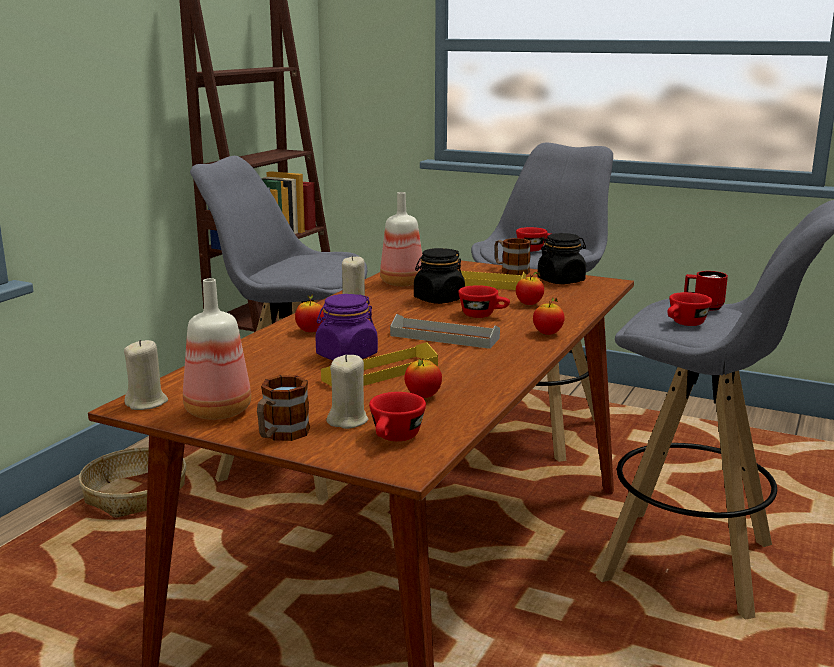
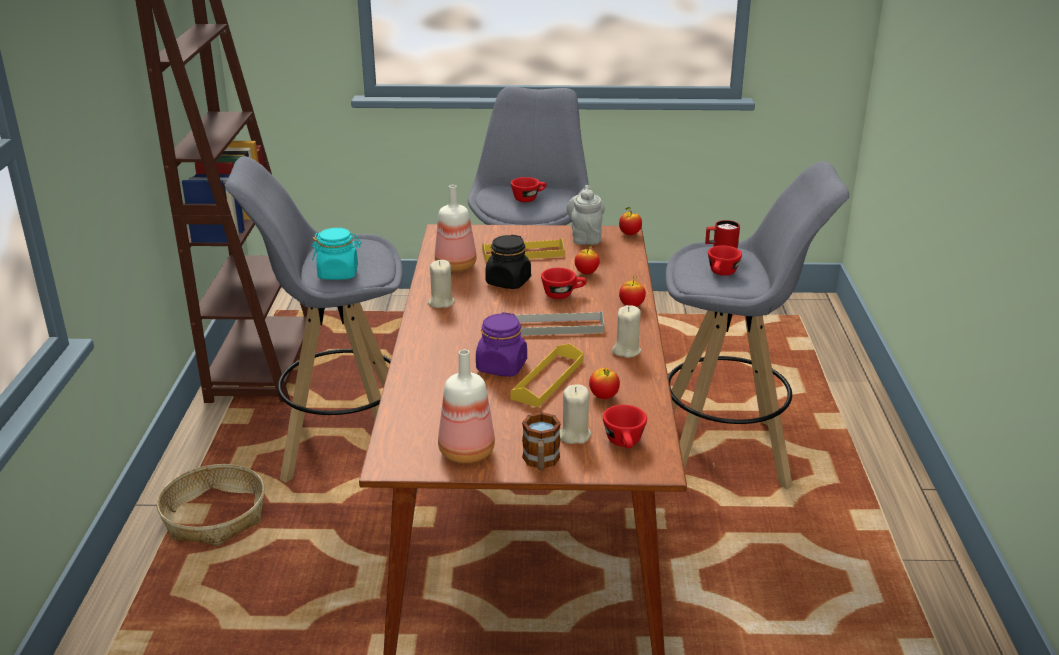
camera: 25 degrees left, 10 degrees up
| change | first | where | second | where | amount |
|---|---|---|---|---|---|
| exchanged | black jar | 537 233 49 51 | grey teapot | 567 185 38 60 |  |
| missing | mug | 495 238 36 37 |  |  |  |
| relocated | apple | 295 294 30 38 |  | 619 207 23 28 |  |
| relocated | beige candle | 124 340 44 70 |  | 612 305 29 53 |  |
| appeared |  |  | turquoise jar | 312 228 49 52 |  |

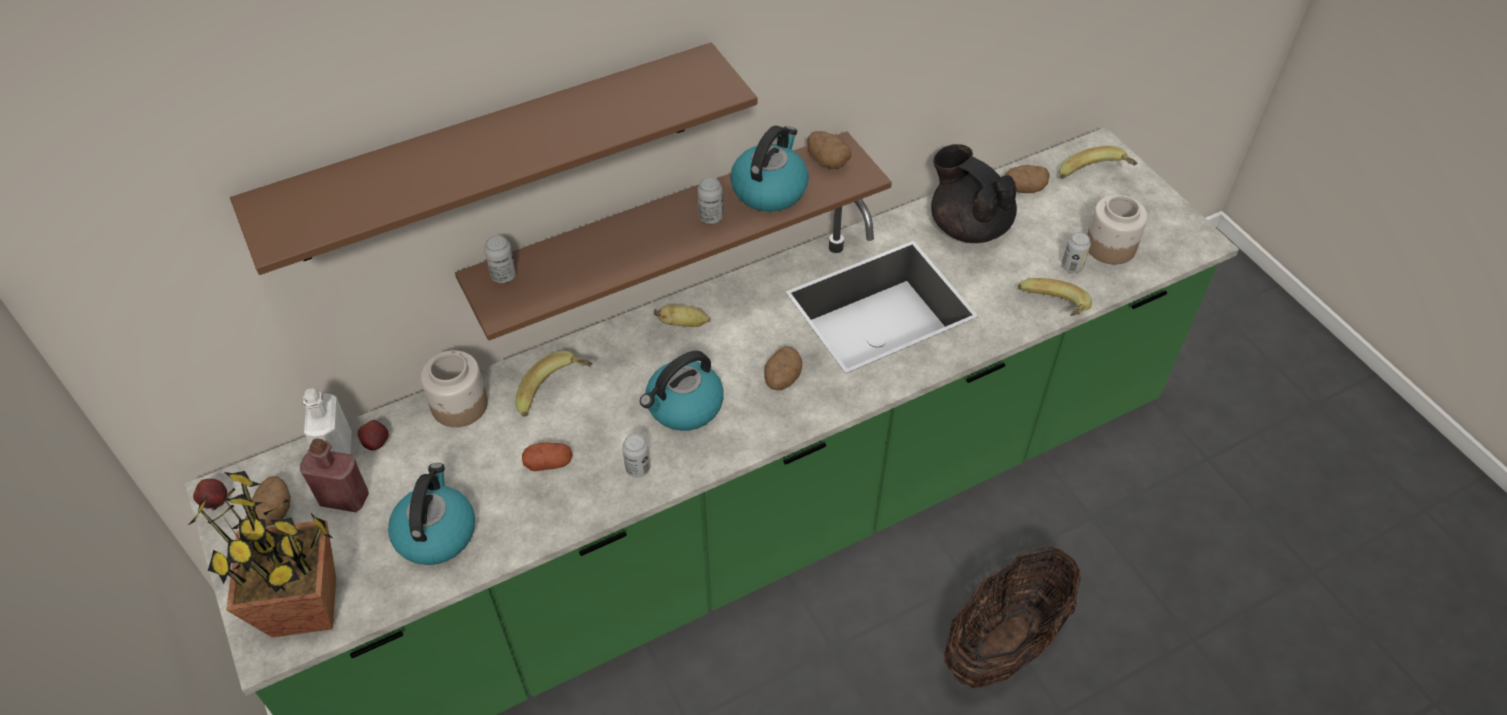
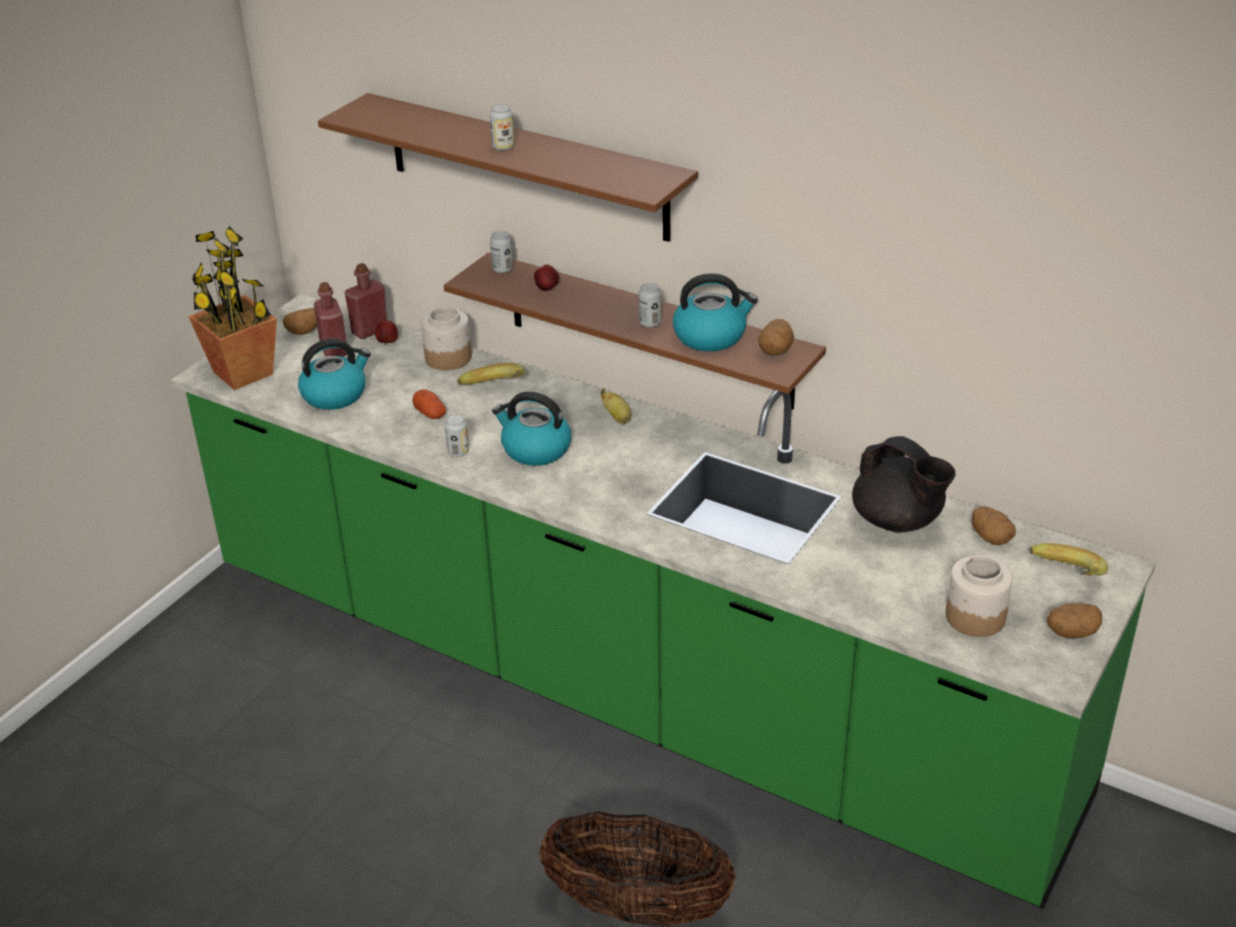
camera: 60 degrees right, 15 degrees down
| change | first | where | second | where | amount |
|---|---|---|---|---|---|
| spun | black teapot | 931 144 86 99 |  | 852 436 104 96 | 120 degrees clockwise |
| relocated | can | 1062 232 29 41 |  | 490 104 24 47 |  |
| missing | banana | 1018 278 74 38 |  |  |  |
| relocated | potato | 764 346 38 44 |  | 1046 603 56 35 |  |
| colour | white bottle | 303 388 49 66 | red bottle | 345 263 42 76 |  |
| relocated | apple | 193 479 34 30 |  | 534 264 25 27 |  |

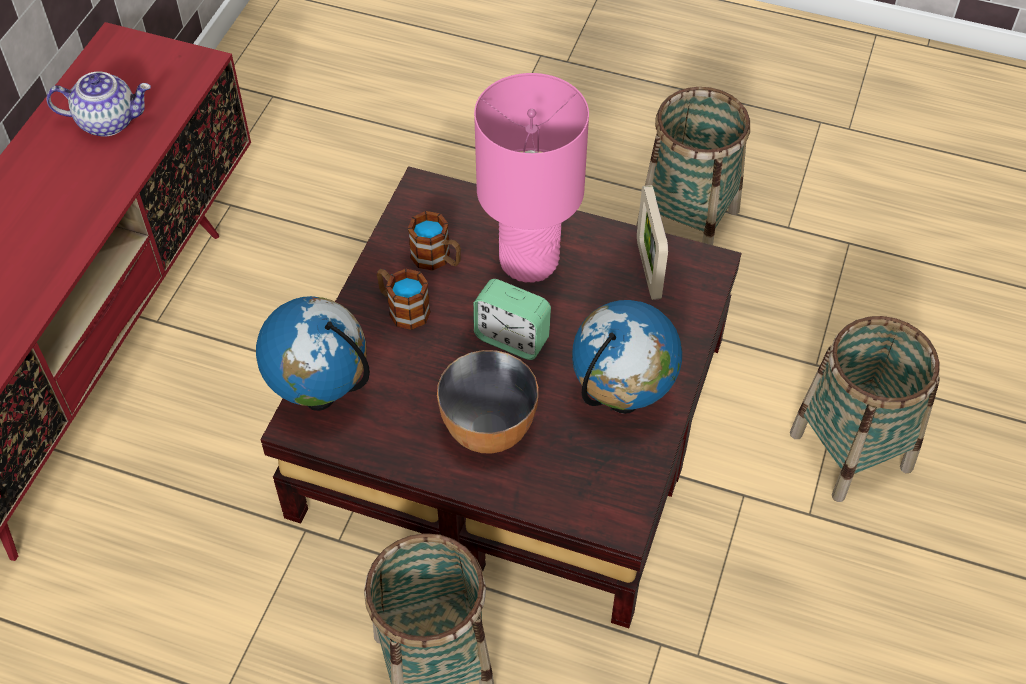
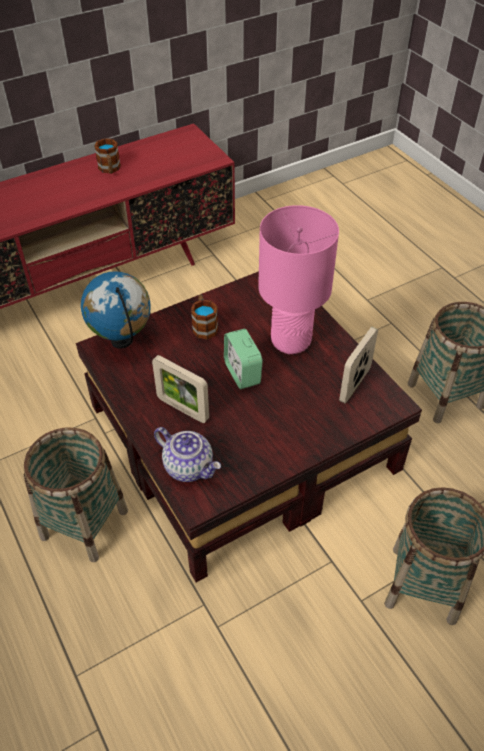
camera: 40 degrees right, 5 degrees down
| change | first | where | second | where | amount |
|---|---|---|---|---|---|
| relocated | teapot | 47 71 104 66 |  | 154 427 67 55 |  |
| relocated | mug | 408 211 53 60 |  | 94 138 27 36 |  |
| missing | globe | 572 300 110 114 |  |  |  |
| exchanged | bowl | 437 350 101 104 | picture frame | 152 355 57 68 |  |

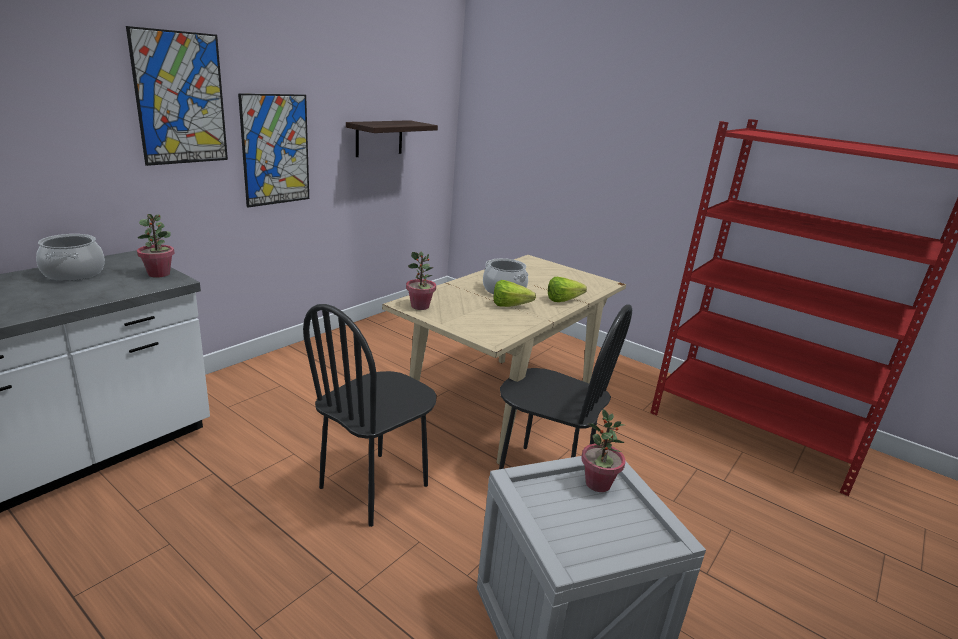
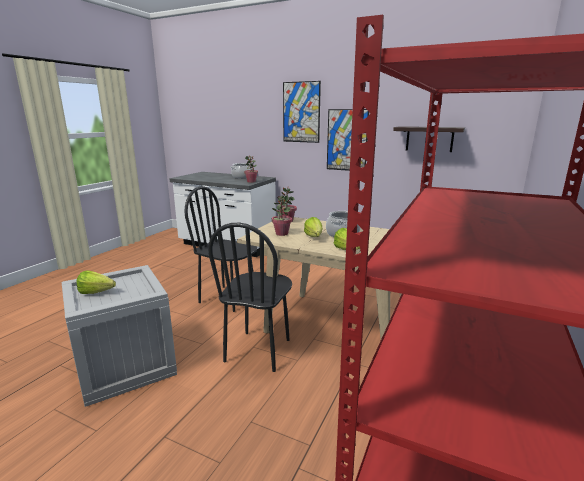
camera: 80 degrees right, 5 degrees down
| change | first | where | second | where | amount |
|---|---|---|---|---|---|
| relocated | potted plant | 581 409 44 83 |  | 272 195 20 41 |  |
| appeared |  |  | lettuce | 76 270 40 24 |  |

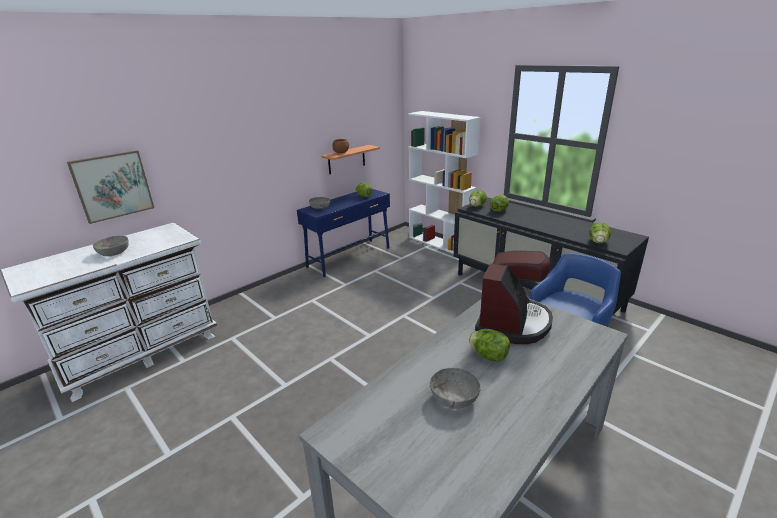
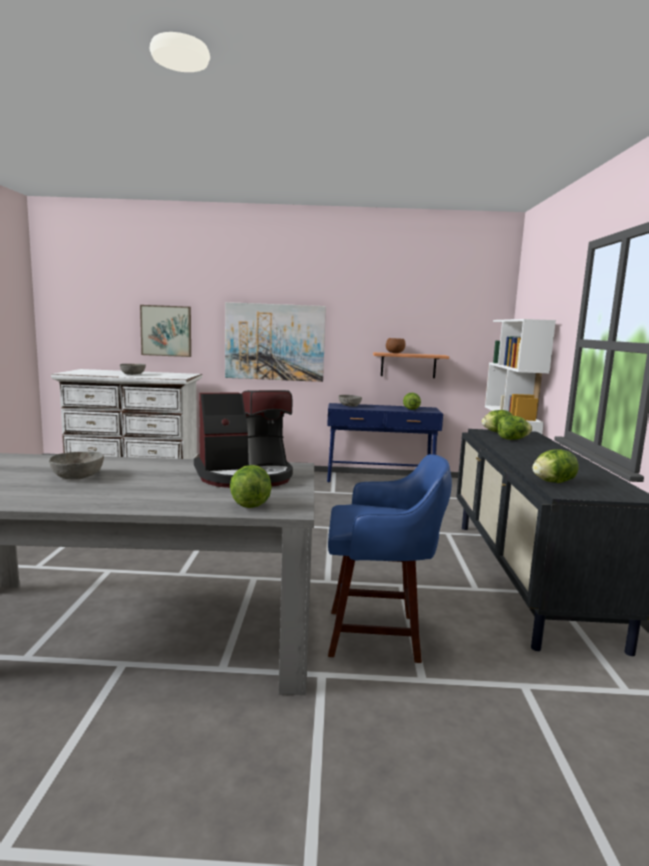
camera: 45 degrees right, 15 degrees down
| change | first | where | second | where | amount |
|---|---|---|---|---|---|
| relocated | lettuce | 469 329 41 33 |  | 230 465 42 43 |  |
| appeared |  |  | picture | 225 302 101 80 |  |

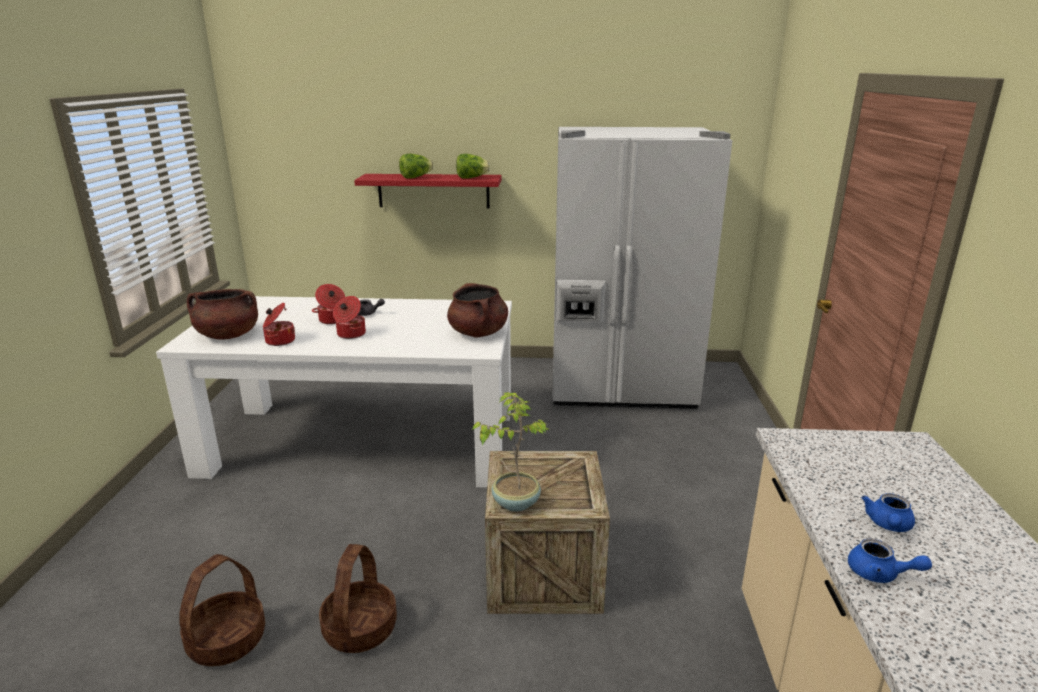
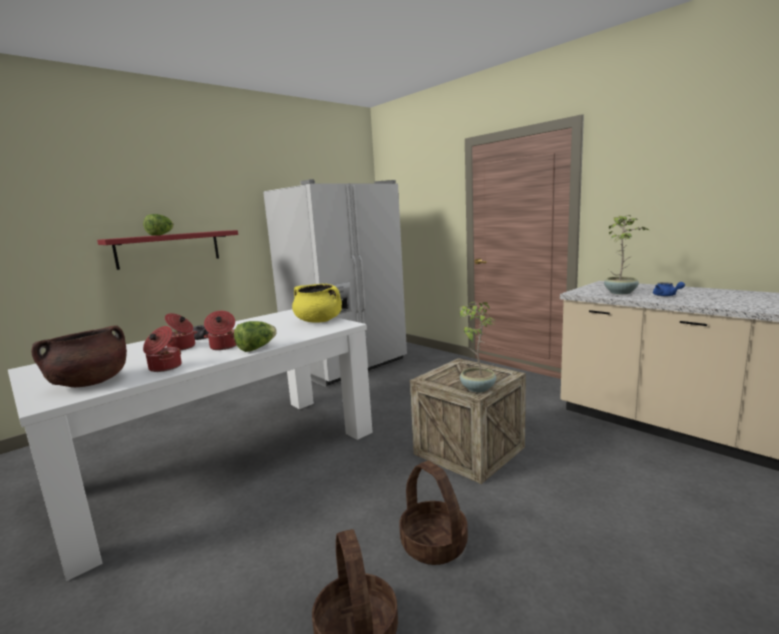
camera: 45 degrees left, 10 degrees down
| change | first | where | second | where | amount |
|---|---|---|---|---|---|
| relocated | lettuce | 456 154 34 25 |  | 234 321 43 31 |  |
| colour | brown cooking pot | 447 283 61 55 | yellow cooking pot | 292 284 50 39 |  |
| missing | blue teapot | 848 539 84 44 |  |  |  |
| appeared |  |  | potted plant | 604 215 45 79 |  |

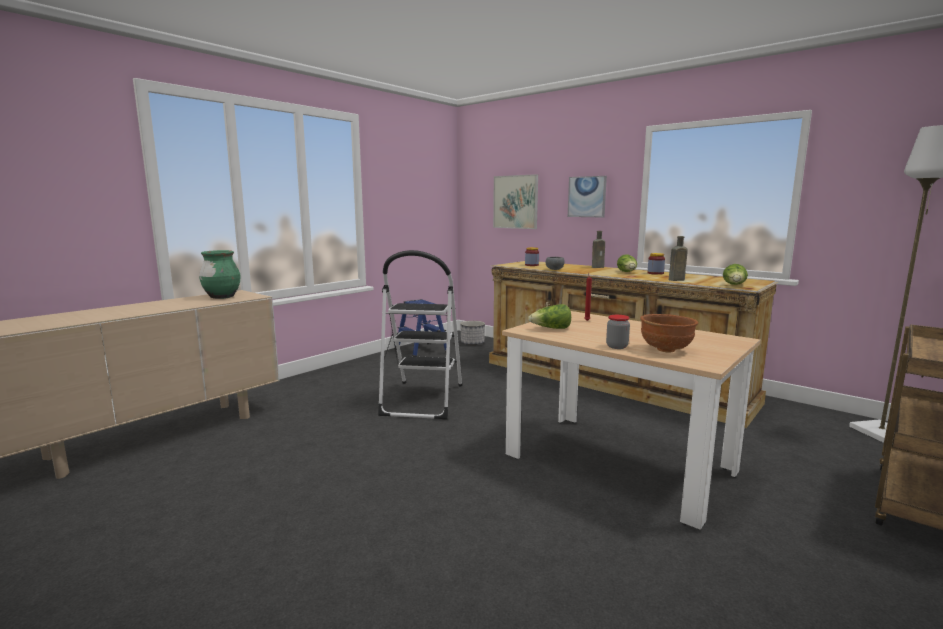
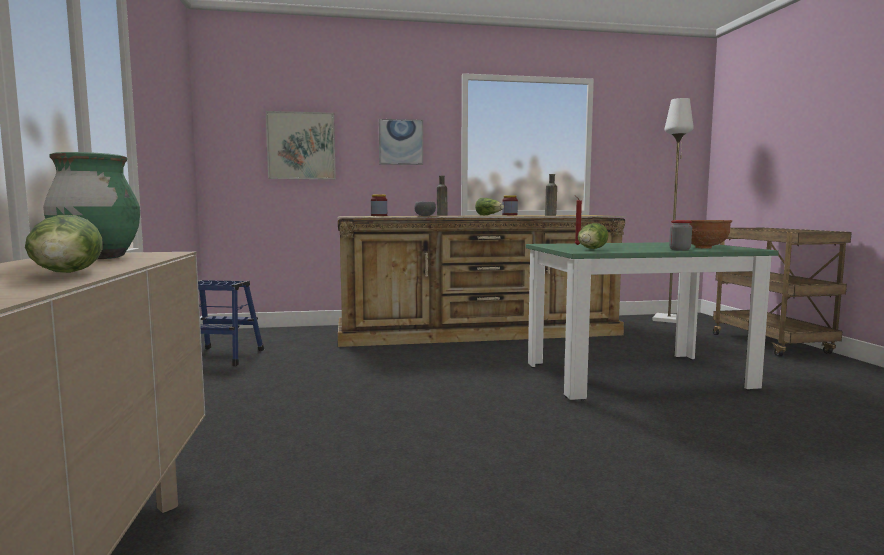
camera: 50 degrees left, 5 degrees down
| change | first | where | second | where | amount |
|---|---|---|---|---|---|
| missing | step ladder | 378 250 85 169 |  |  |  |
| relocated | lettuce | 723 264 25 21 |  | 25 215 78 58 |  |
| colour | beige dining table | 502 311 259 219 | green dining table | 526 242 253 159 |  |
| missing | planter | 460 321 25 24 |  |  |  |

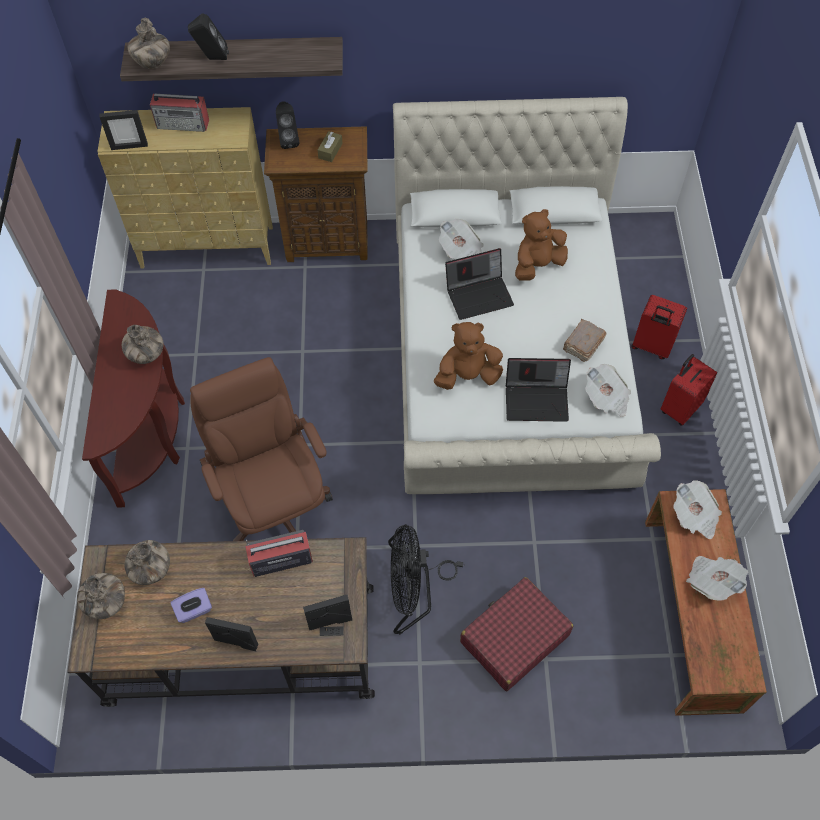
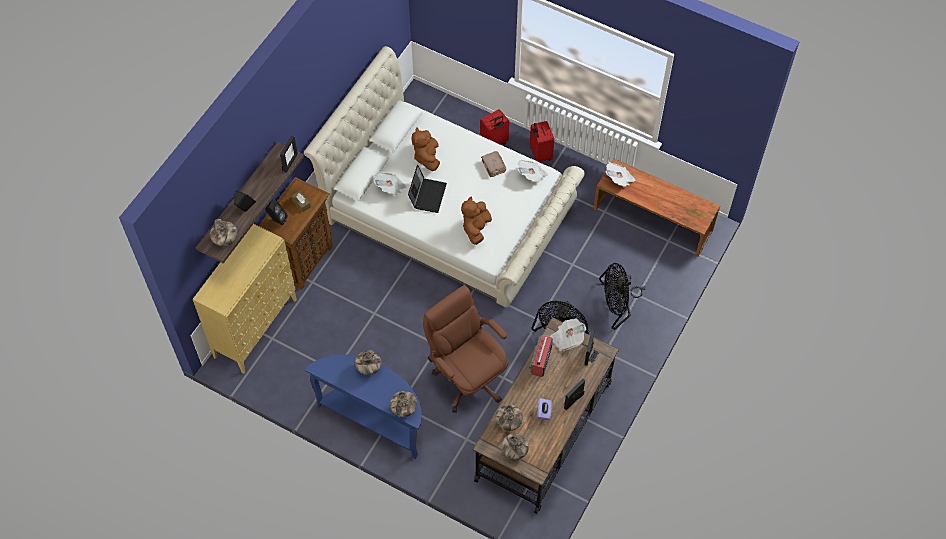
camera: 60 degrees left, 0 degrees up
| change | first | where | second | where | amount |
|---|---|---|---|---|---|
| missing | radio | 150 94 59 38 |  |  |  |
| relocated | picture frame | 99 110 49 40 |  | 280 135 18 38 |  |
| colour | brown console table | 82 289 103 219 | blue console table | 305 355 117 104 |  |
| spun | brown office chair | 190 357 143 184 |  | 423 285 85 128 | 45 degrees clockwise |
| missing | laptop | 506 358 65 64 |  |  |  |
| relocated | newspaper | 686 556 62 45 |  | 550 318 36 33 |  |
| exchanged | red suitcase | 460 577 113 114 | black fan | 599 263 47 67 |  |
| appeared |  |  | vase | 390 391 27 26 |  |

